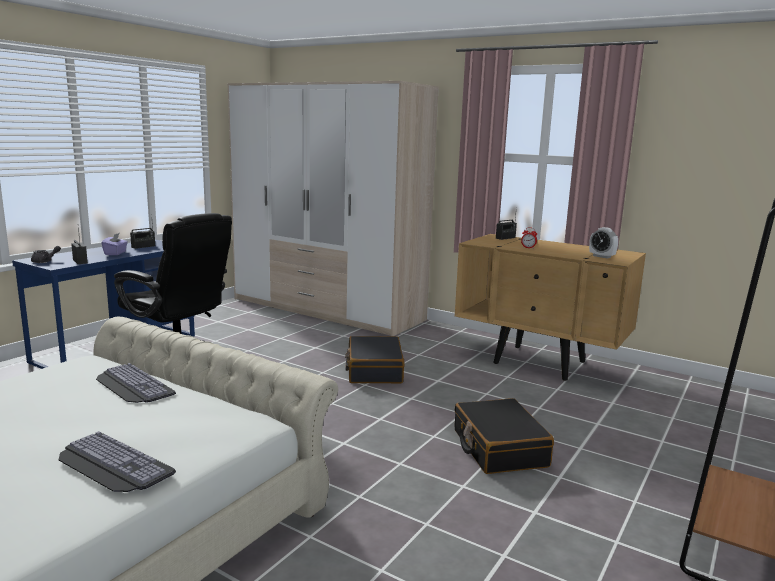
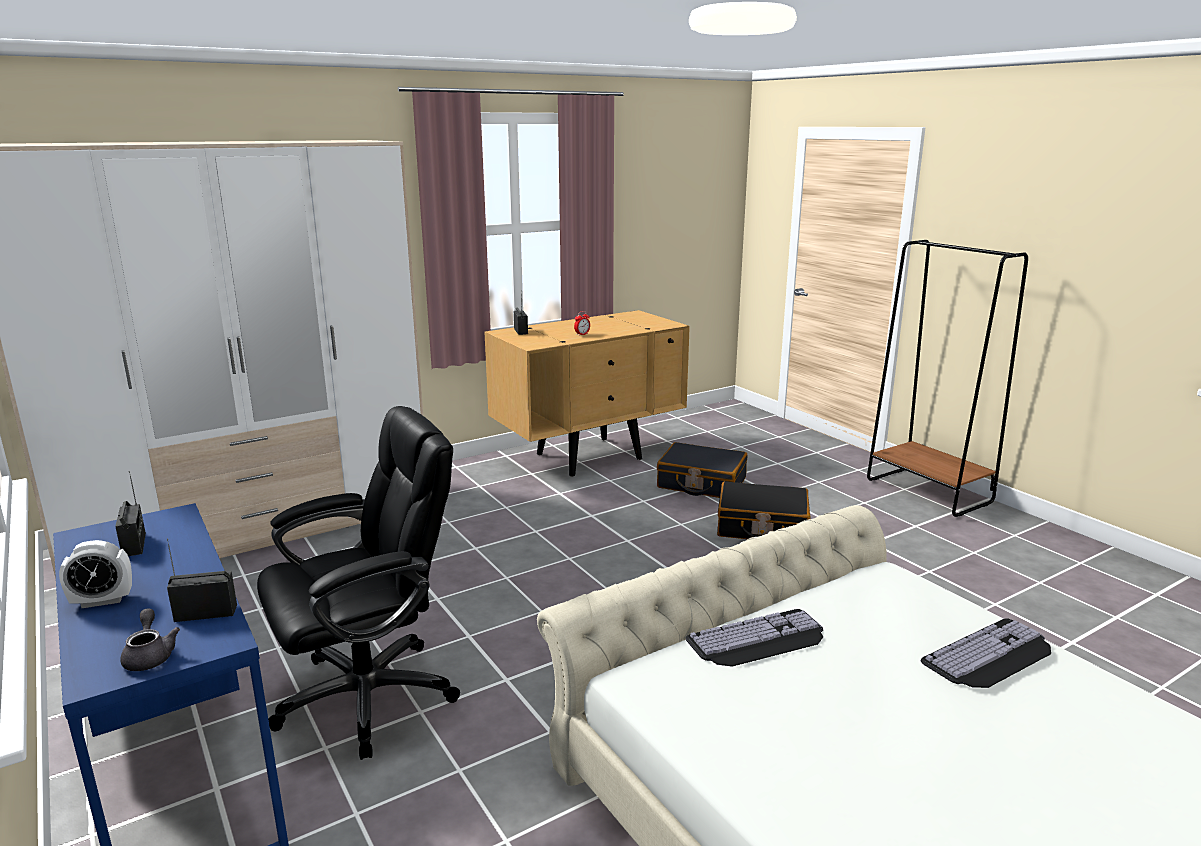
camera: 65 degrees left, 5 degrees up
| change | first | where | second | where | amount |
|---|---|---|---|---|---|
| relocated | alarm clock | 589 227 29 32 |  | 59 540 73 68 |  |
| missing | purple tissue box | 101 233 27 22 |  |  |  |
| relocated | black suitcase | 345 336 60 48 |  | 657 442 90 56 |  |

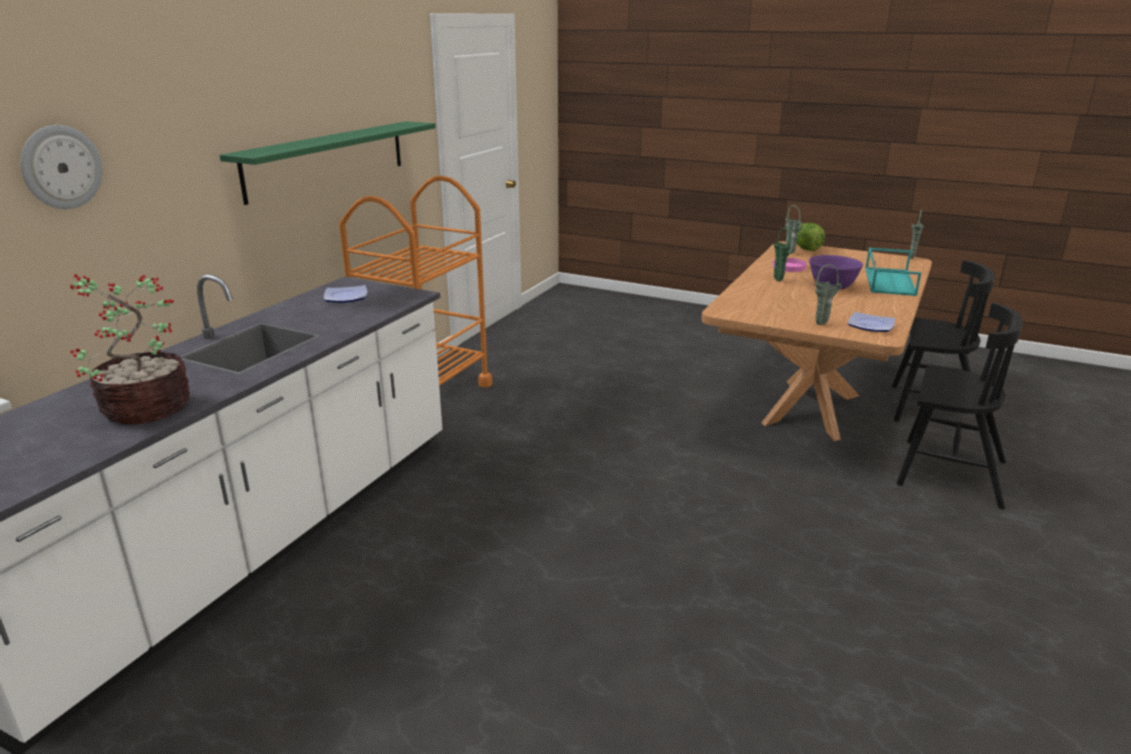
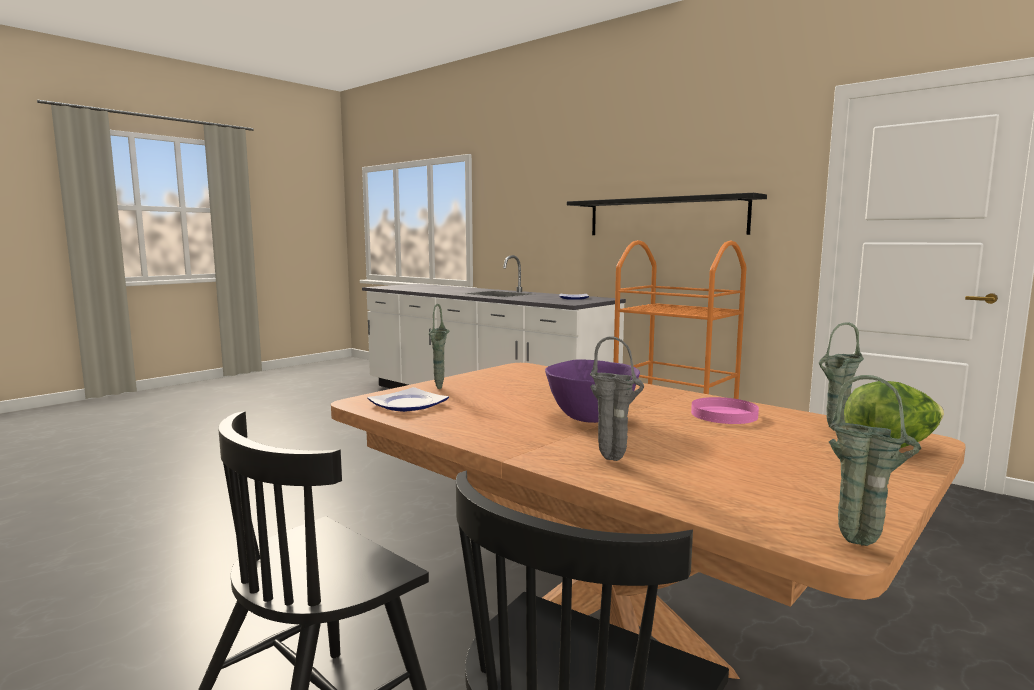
camera: 105 degrees right, 15 degrees down
| change | first | where | second | where | amount |
|---|---|---|---|---|---|
| colour | green shelf | 220 121 216 84 | black shelf | 567 193 200 42 |  |
| missing | wall clock | 21 125 82 84 |  |  |  |
| missing | green vase | 774 228 17 54 |  |  |  |
| exchanged | turquoise tray | 865 248 56 48 | grey vase | 590 336 54 125 |  |
| missing | potted plant | 70 274 120 150 |  |  |  |

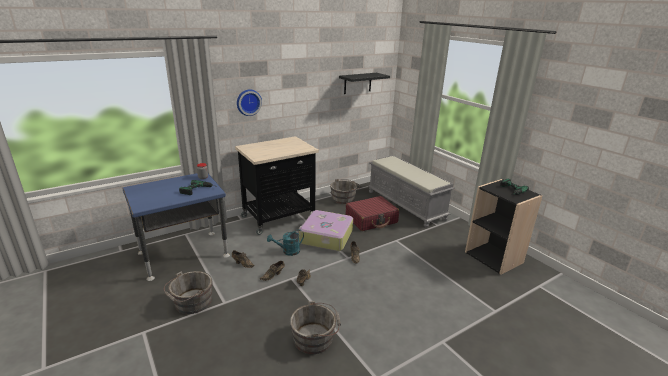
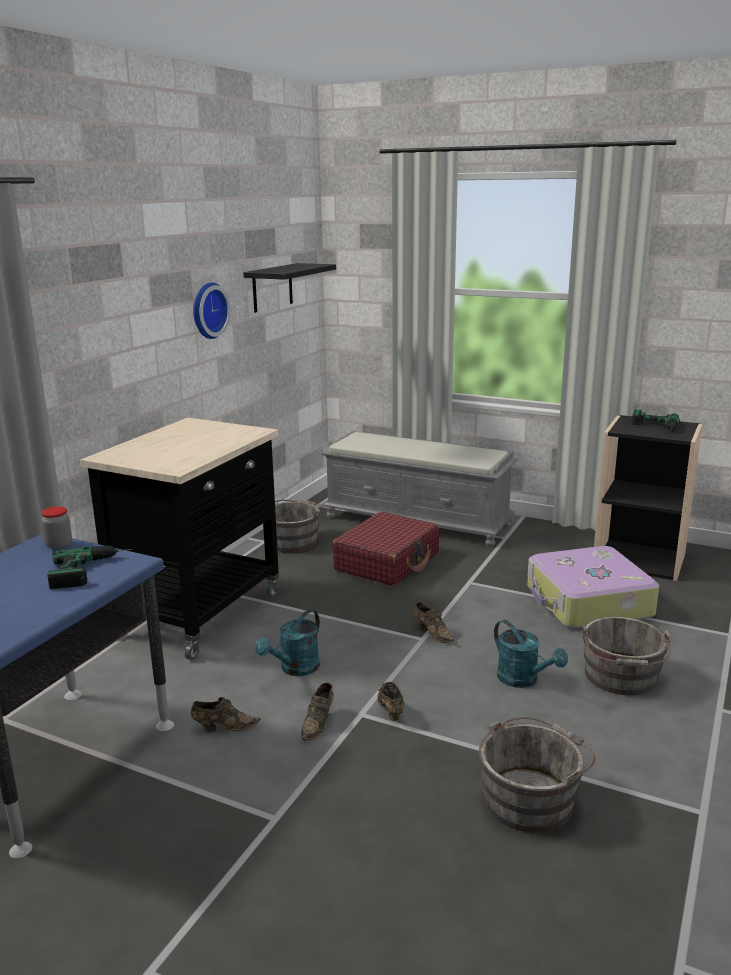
camera: 30 degrees left, 5 degrees down
| change | first | where | second | where | amount |
|---|---|---|---|---|---|
| relocated | wall clock | 237 89 25 27 |  | 193 282 38 57 |  |
| relocated | suitcase | 299 210 54 41 |  | 527 546 132 83 |  |
| relocated | grey bucket | 164 271 48 43 |  | 582 616 89 80 |  |
| appeared |  |  | turquoise watering can | 494 620 74 68 |  |

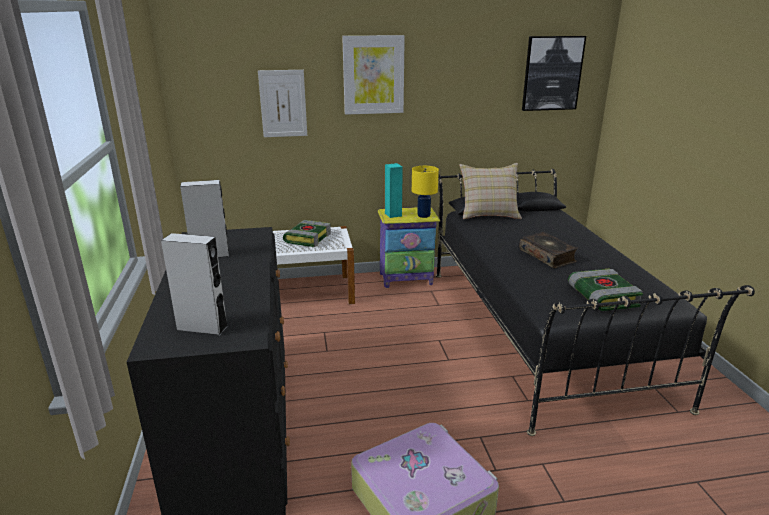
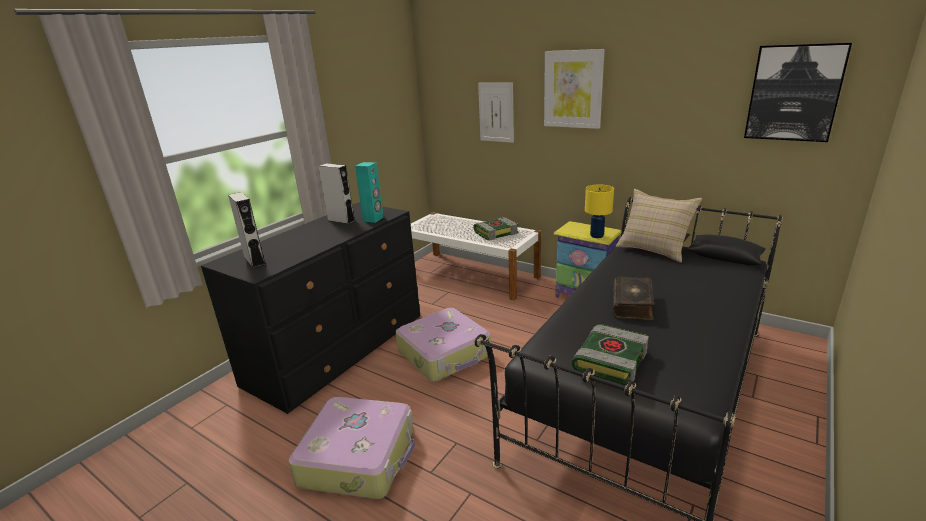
camera: 45 degrees right, 0 degrees up
| change | first | where | second | where | amount |
|---|---|---|---|---|---|
| relocated | turquoise speaker | 385 163 18 55 |  | 355 162 28 61 |  |
| appeared |  |  | suitcase | 396 308 95 74 |  |

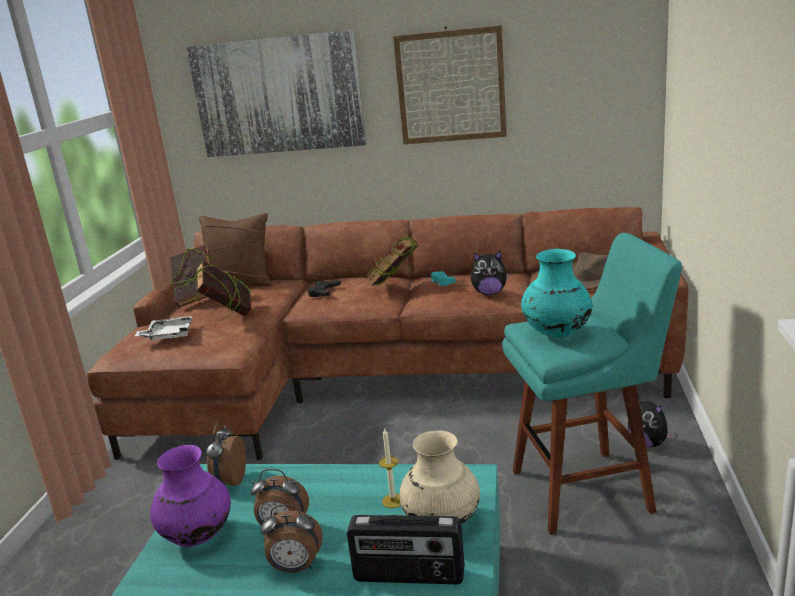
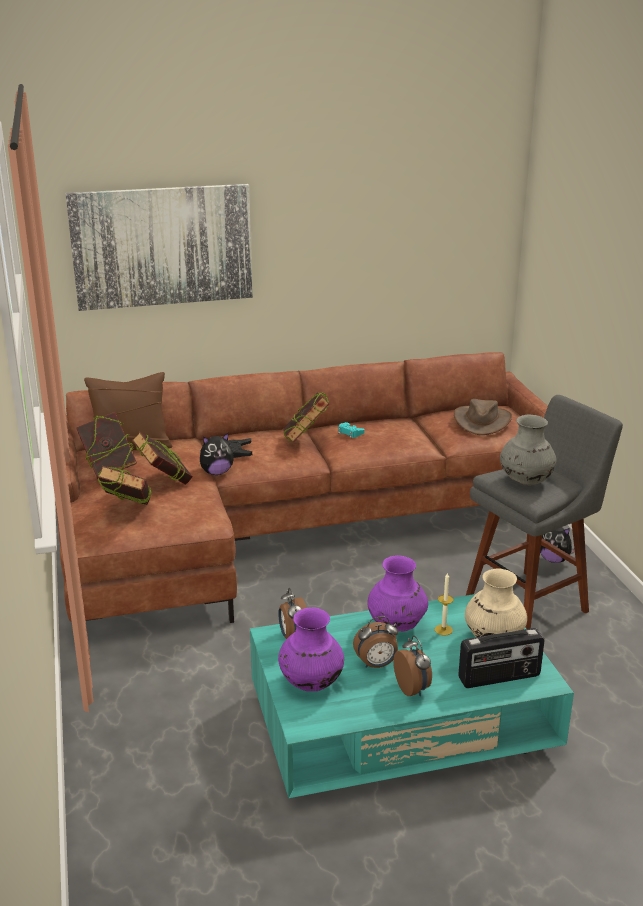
camera: 25 degrees left, 5 degrees up
| change | first | where | second | where | amount |
|---|---|---|---|---|---|
| missing | picture | 393 25 114 119 |  |  |  |
| colour | turquoise stool | 502 233 180 302 | grey stool | 466 395 157 234 |  |
| colour | turquoise vase | 521 249 71 89 | grey vase | 500 415 57 70 |  |
| relocated | plush toy | 471 250 38 45 |  | 200 433 34 42 |  |
| exchanged | white tray | 135 316 57 24 | book | 98 466 54 39 |  |
| spun | alarm clock | 261 504 62 69 |  | 393 636 39 60 | 90 degrees counterclockwise |
| appeared |  |  | purple vase | 368 555 60 76 |  |

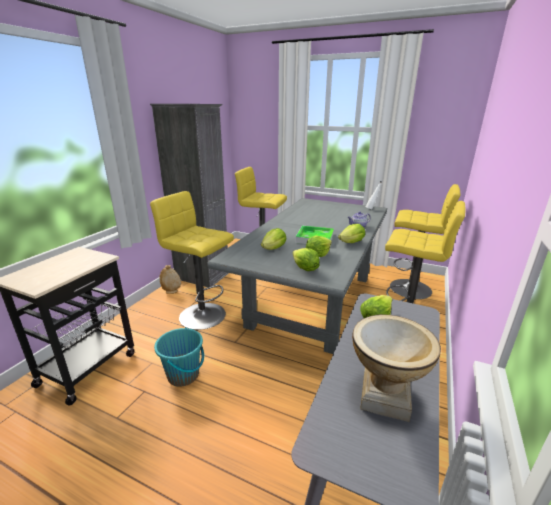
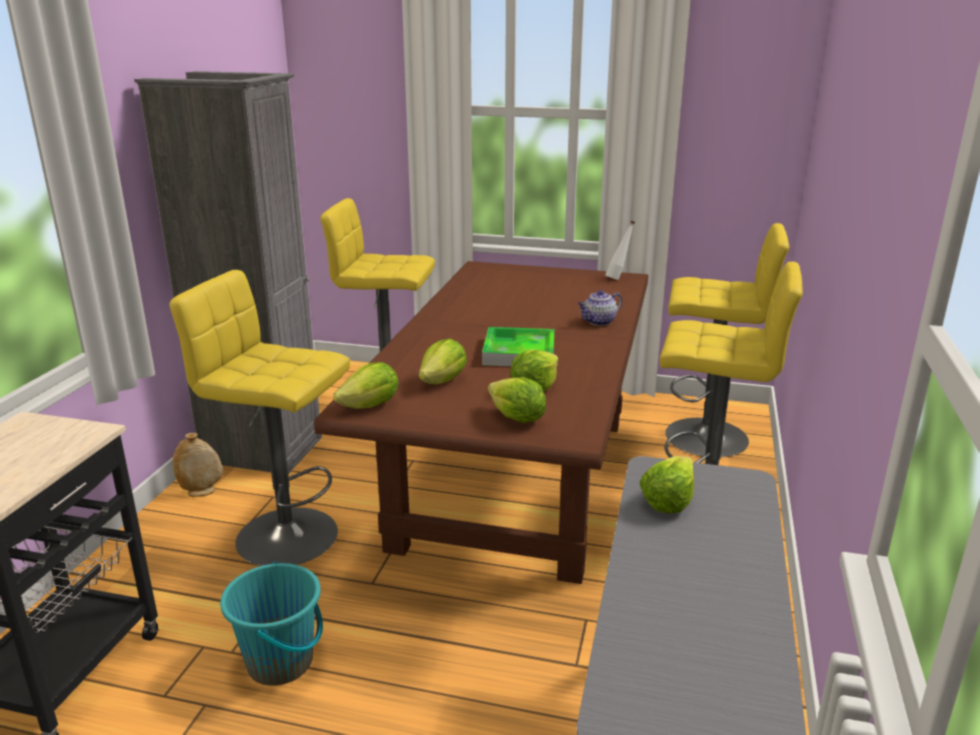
camera: 10 degrees left, 0 degrees up
| change | first | where | second | where | amount |
|---|---|---|---|---|---|
| colour | grey dining table | 208 198 179 156 | brown dining table | 314 261 334 323 |  |
| relocated | lettuce | 338 224 27 19 |  | 333 362 66 47 |  |
| missing | vase | 352 314 89 108 |  |  |  |

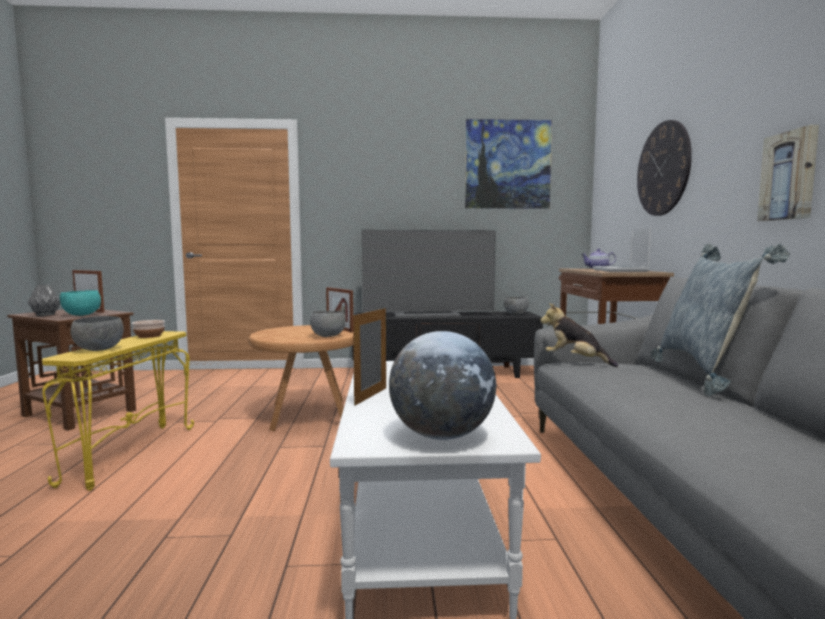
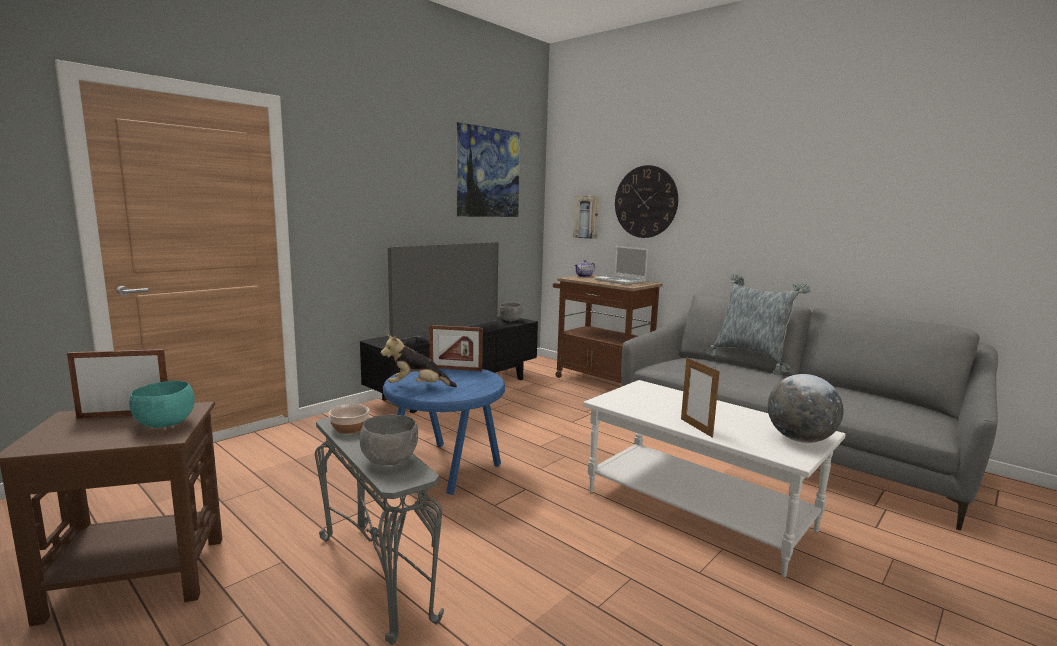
camera: 45 degrees left, 5 degrees up
| change | first | where | second | where | amount |
|---|---|---|---|---|---|
| relocated | picture | 757 125 62 96 |  | 573 196 27 43 |  |
| missing | grey vase | 28 284 32 32 |  |  |  |
| relocated | plush toy | 540 303 78 64 |  | 381 334 76 53 |  |
| missing | grey bowl | 310 311 36 26 |  |  |  |
| colour | brown side table | 248 325 105 107 | blue side table | 383 369 122 126 |  |
| colour | yellow side table | 42 331 152 160 | grey side table | 315 417 129 228 |  |

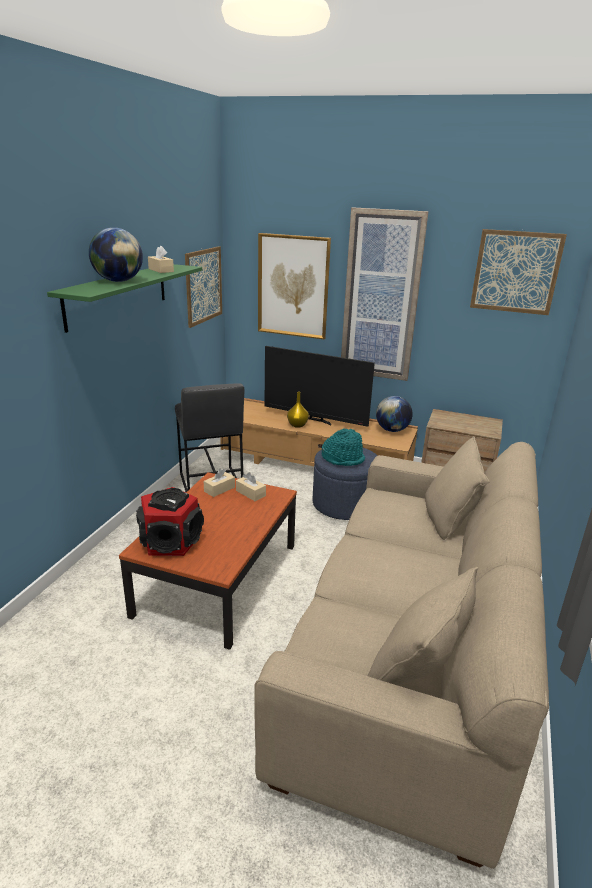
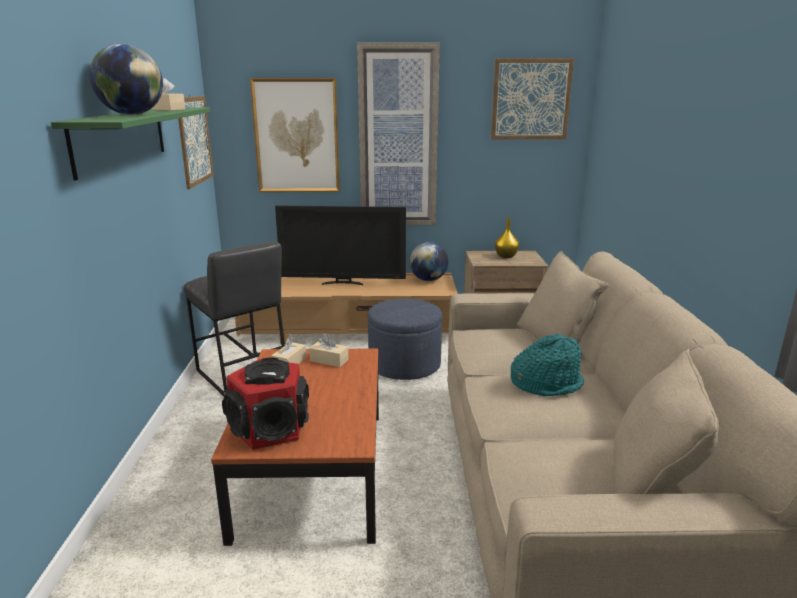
camera: 20 degrees left, 5 degrees down
| change | first | where | second | where | amount |
|---|---|---|---|---|---|
| relocated | yellow vase | 287 392 22 36 |  | 495 218 24 40 |  |
| relocated | turquoise hat | 322 428 43 38 |  | 511 334 73 62 |  |

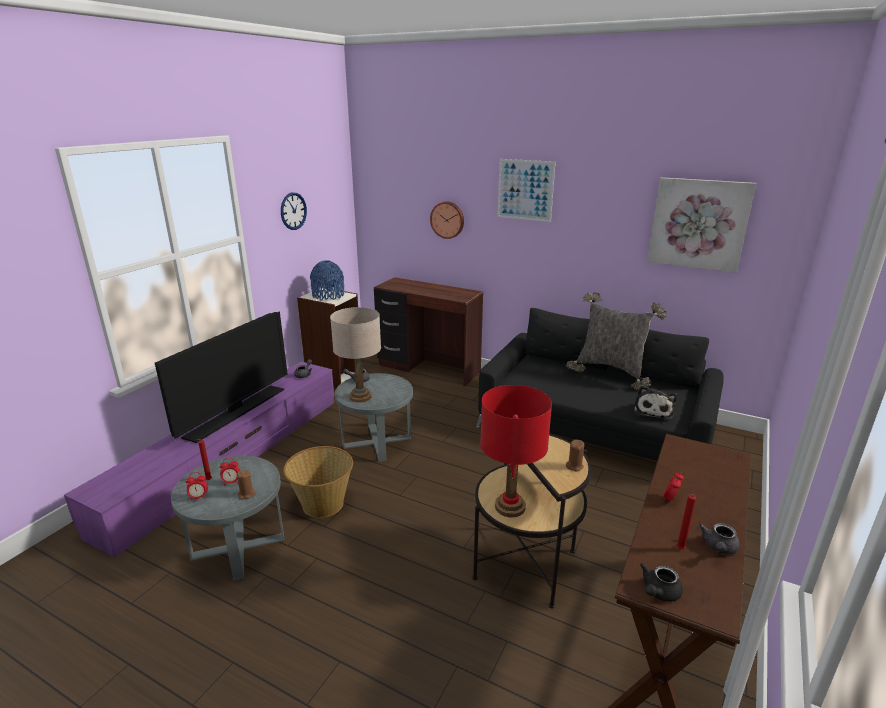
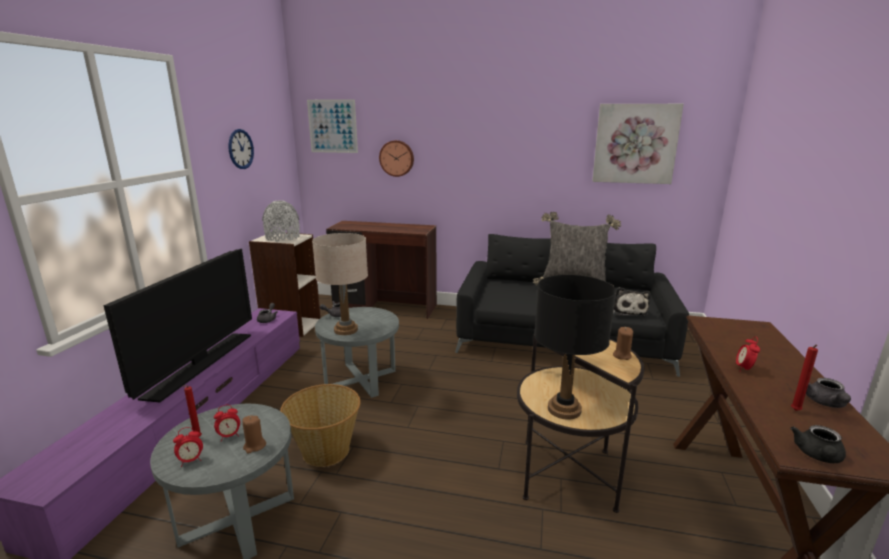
camera: 15 degrees left, 5 degrees down
| change | first | where | second | where | amount |
|---|---|---|---|---|---|
| relocated | picture | 497 159 59 63 |  | 307 99 51 54 |  |
| colour | blue vase | 310 260 34 40 | grey vase | 262 200 38 42 |  |
| colour | red table lamp | 480 385 72 132 | black table lamp | 534 275 82 145 |  |

